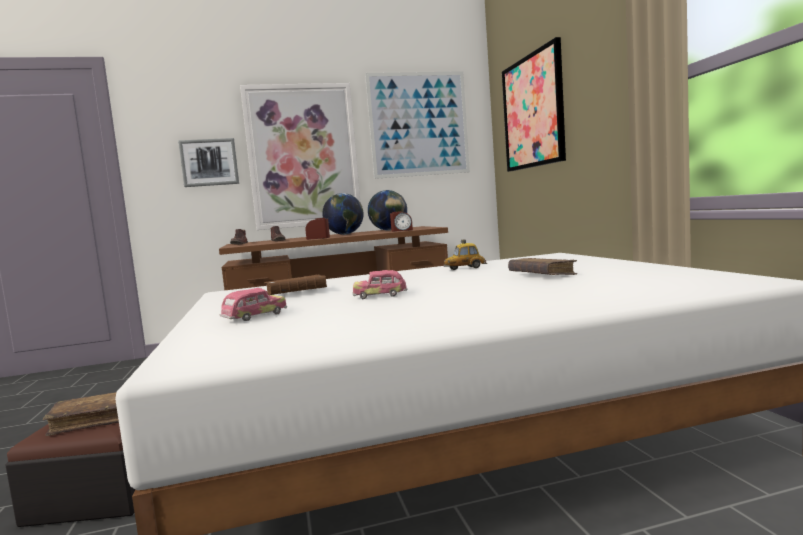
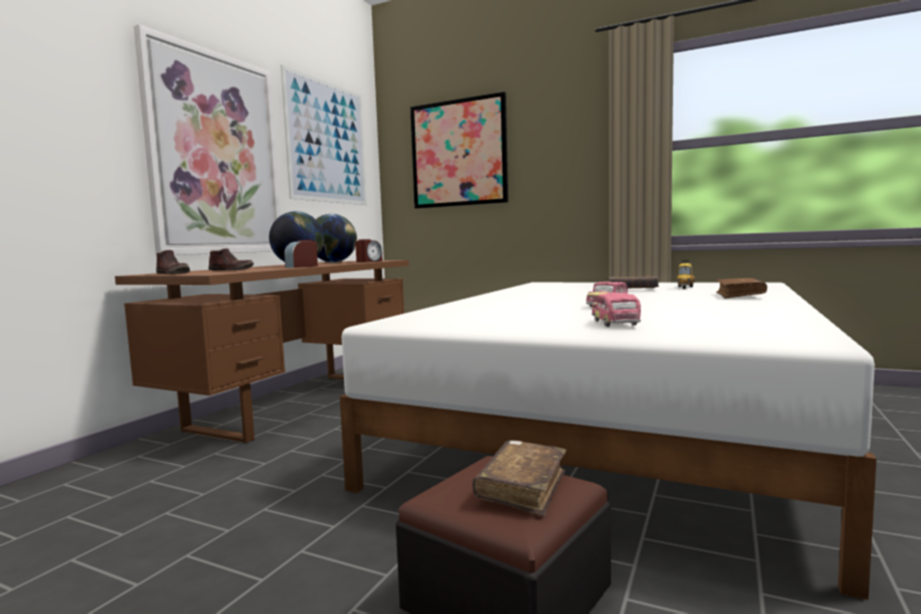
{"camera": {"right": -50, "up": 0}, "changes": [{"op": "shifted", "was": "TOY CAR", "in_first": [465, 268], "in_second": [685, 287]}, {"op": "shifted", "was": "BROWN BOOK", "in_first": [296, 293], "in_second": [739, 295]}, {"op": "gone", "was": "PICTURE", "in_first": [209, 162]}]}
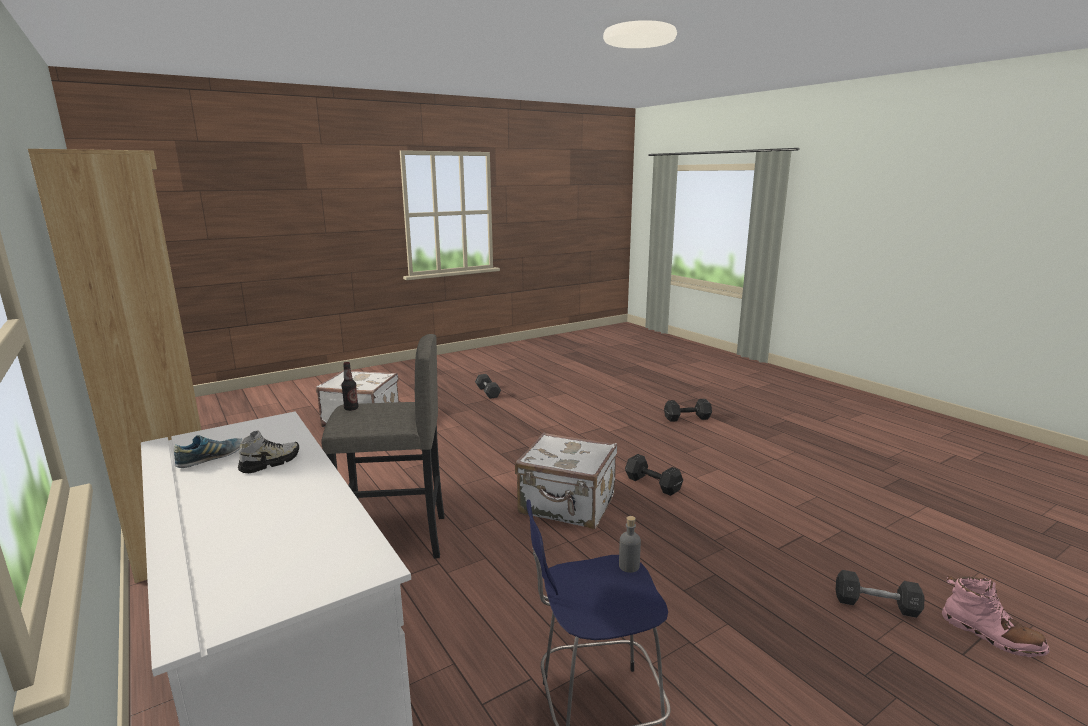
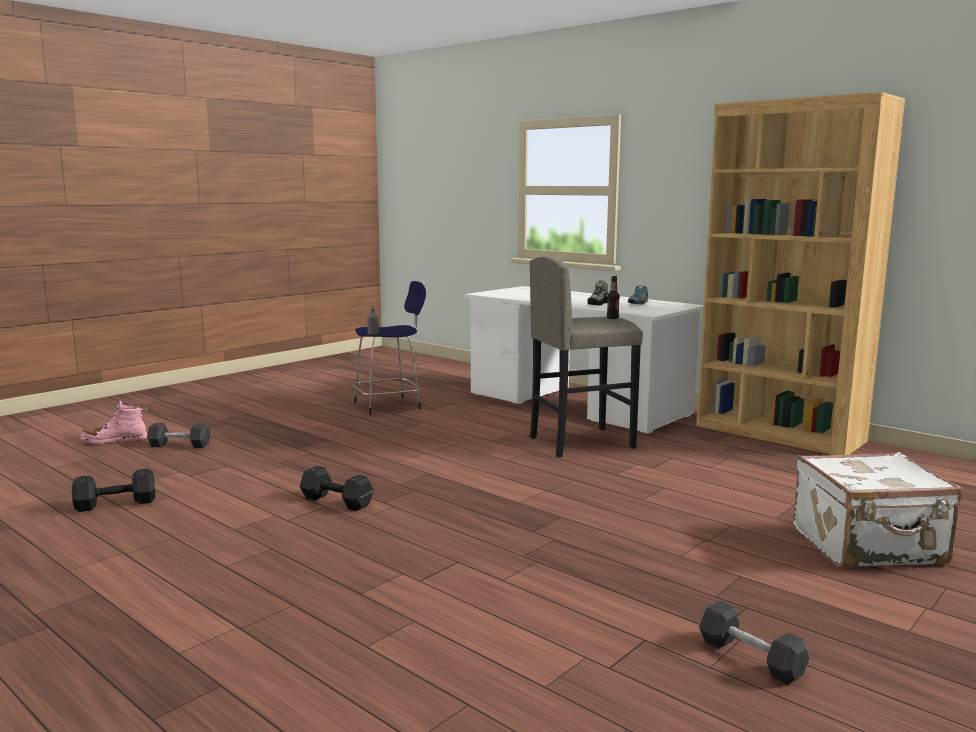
{"camera": {"right": 165, "up": -5}, "changes": [{"op": "shifted", "was": "BLACK DUMBBELL", "in_first": [688, 418], "in_second": [114, 504]}, {"op": "rotated", "was": "PINK BOOT", "in_first": [990, 635], "in_second": [115, 440], "clockwise": -45}, {"op": "gone", "was": "WHITE SUITCASE", "in_first": [567, 506]}]}
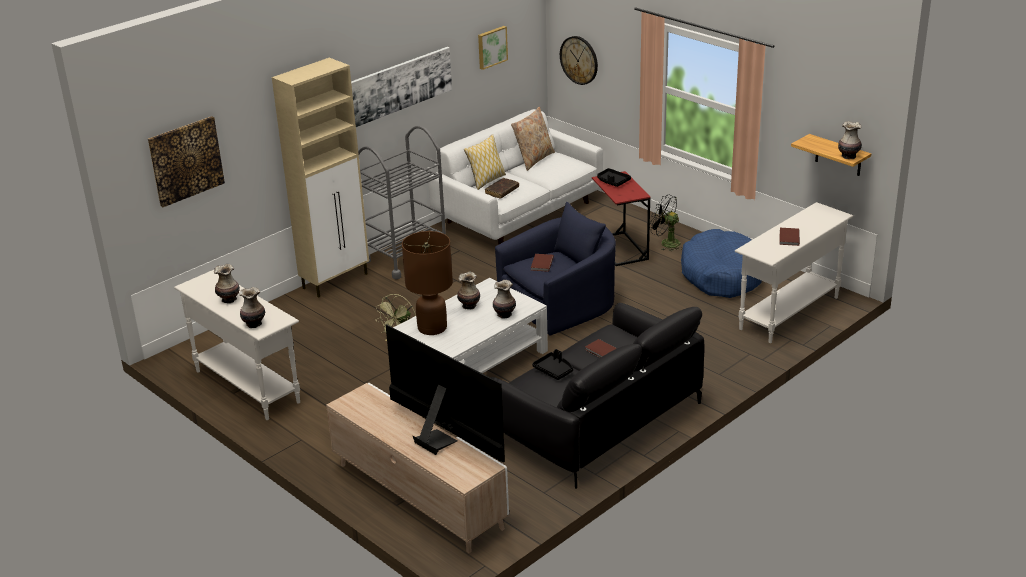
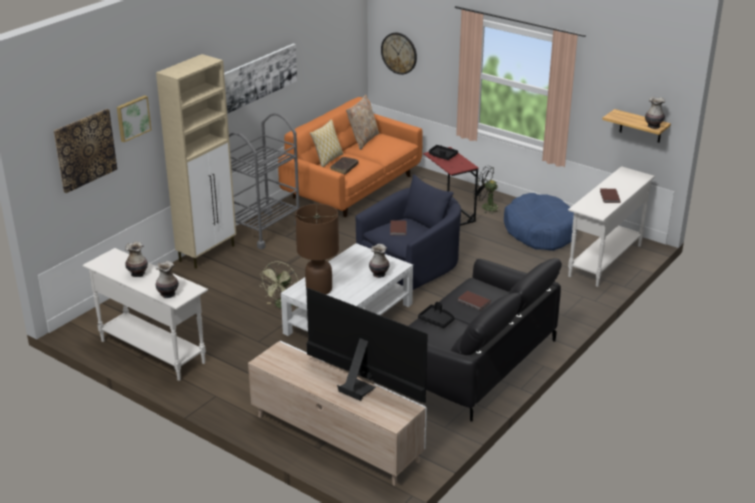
{"camera": {"right": -10, "up": 0}, "changes": [{"op": "shifted", "was": "PICTURE", "in_first": [491, 47], "in_second": [132, 118]}, {"op": "repainted", "was": "WHITE SOFA", "now": "ORANGE SOFA", "in_first": [519, 213], "in_second": [353, 187]}, {"op": "gone", "was": "VASE", "in_first": [469, 306]}]}
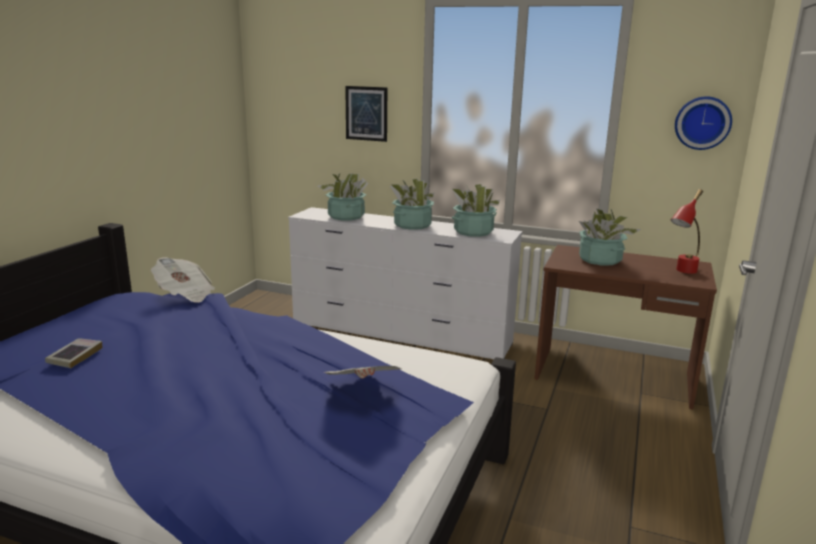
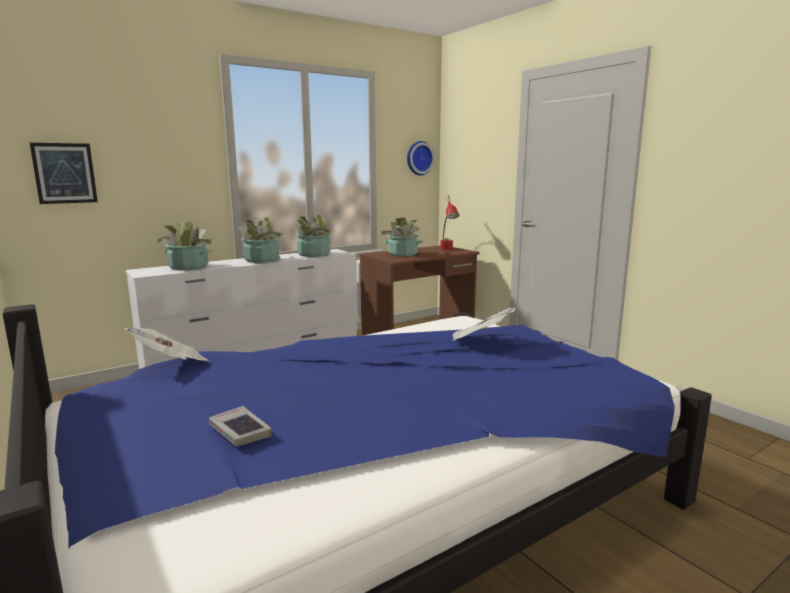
{"camera": {"right": -55, "up": -5}, "changes": [{"op": "shifted", "was": "PICTURE", "in_first": [366, 113], "in_second": [64, 173]}]}
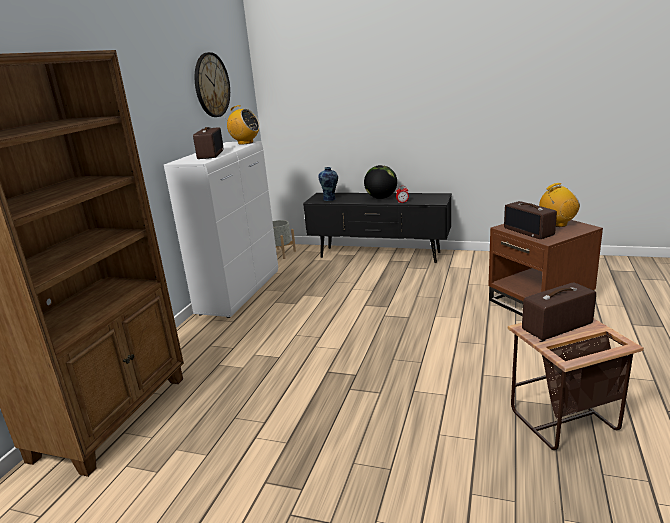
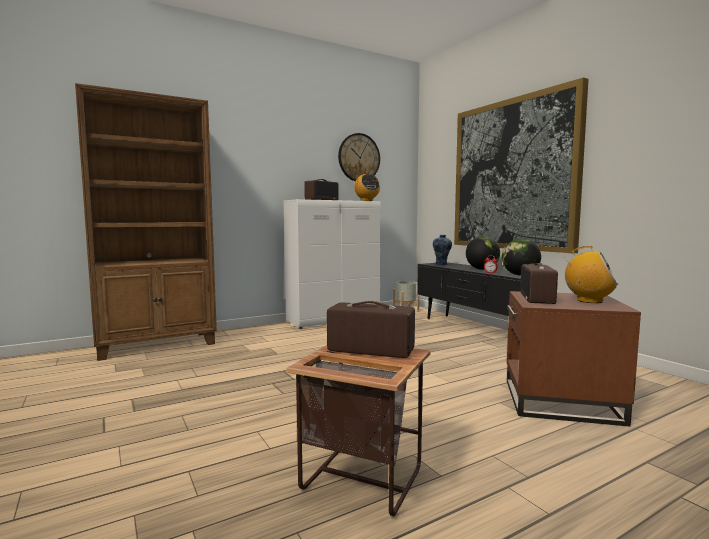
{"camera": {"right": 40, "up": -15}, "changes": [{"op": "new", "now": "PICTURE", "in_second": [513, 175]}, {"op": "new", "now": "GLOBE", "in_second": [520, 275]}]}
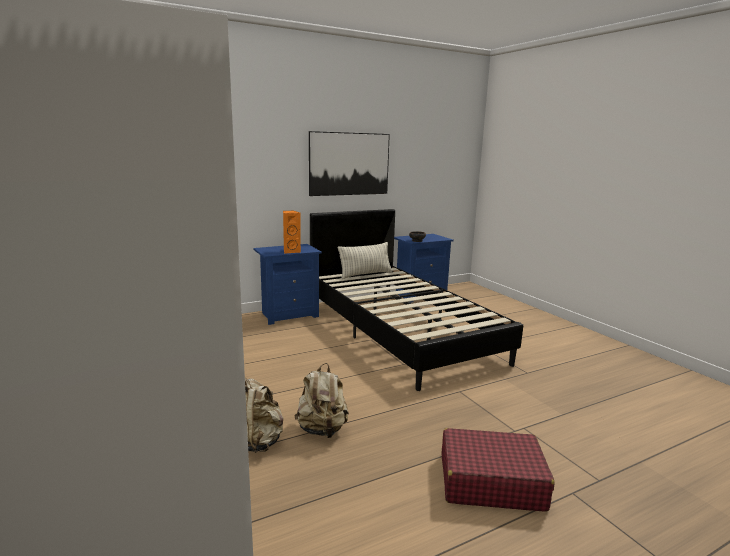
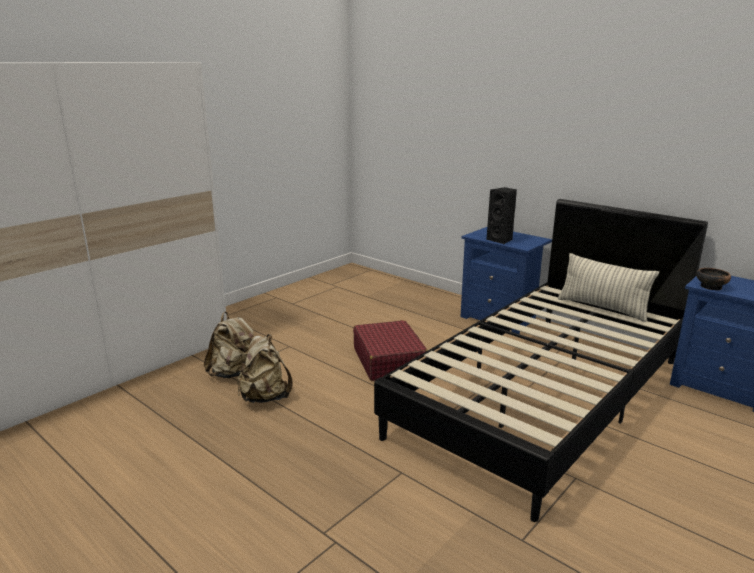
{"camera": {"right": 70, "up": 5}, "changes": [{"op": "shifted", "was": "RED SUITCASE", "in_first": [490, 481], "in_second": [389, 361]}, {"op": "repainted", "was": "ORANGE SPEAKER", "now": "BLACK SPEAKER", "in_first": [291, 251], "in_second": [500, 240]}, {"op": "gone", "was": "PICTURE", "in_first": [349, 164]}]}
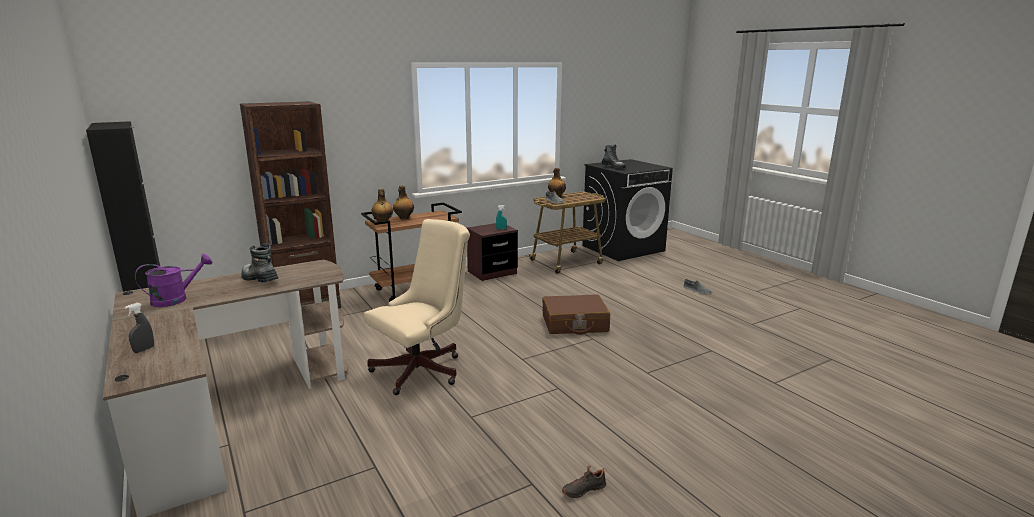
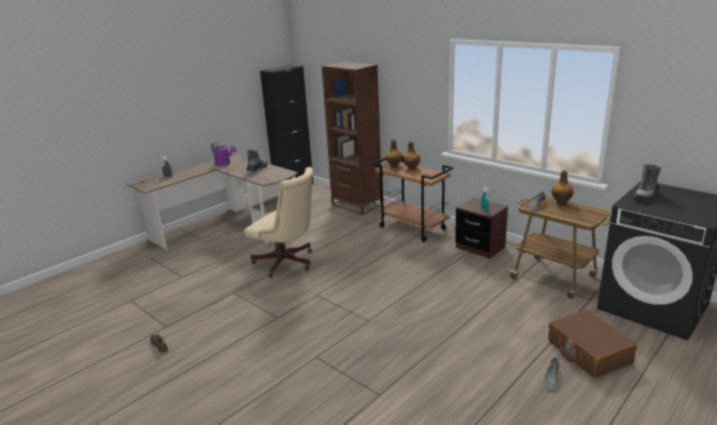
{"camera": {"right": 75, "up": 5}, "changes": [{"op": "shifted", "was": "BROWN SUITCASE", "in_first": [574, 324], "in_second": [588, 352]}]}
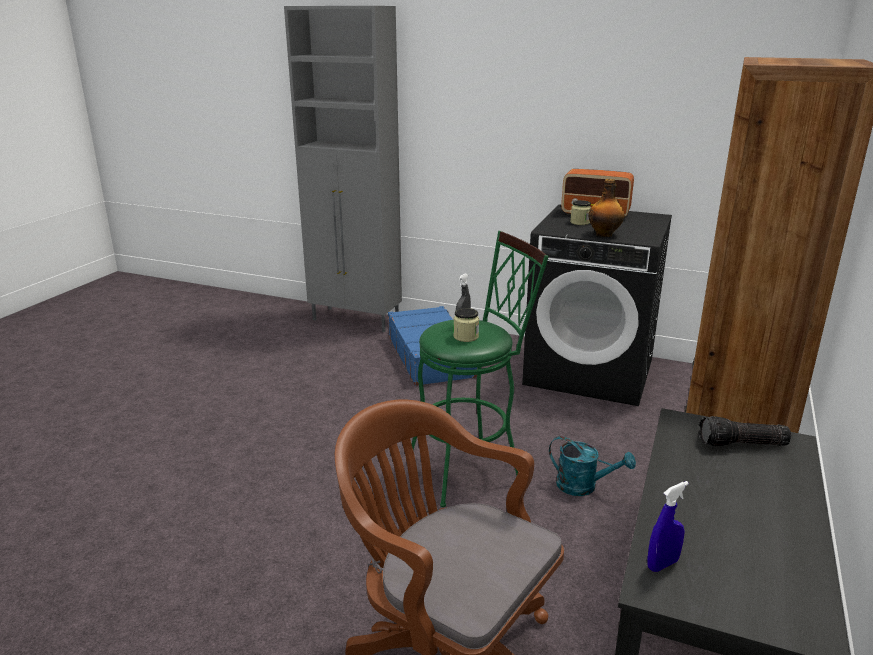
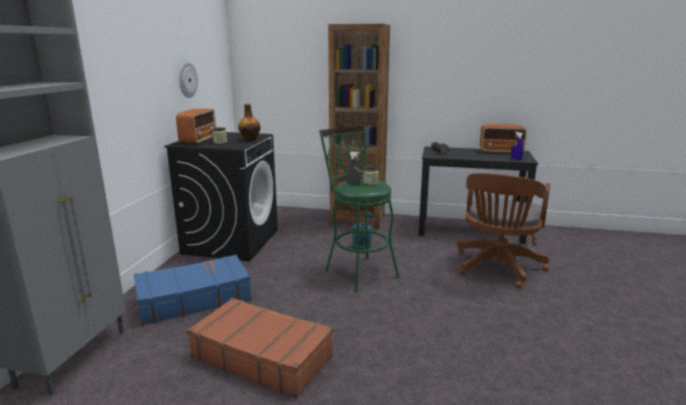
{"camera": {"right": -100, "up": -5}, "changes": [{"op": "new", "now": "WALL CLOCK", "in_second": [187, 80]}, {"op": "new", "now": "BROWN SUITCASE", "in_second": [262, 356]}, {"op": "new", "now": "RADIO", "in_second": [501, 151]}]}
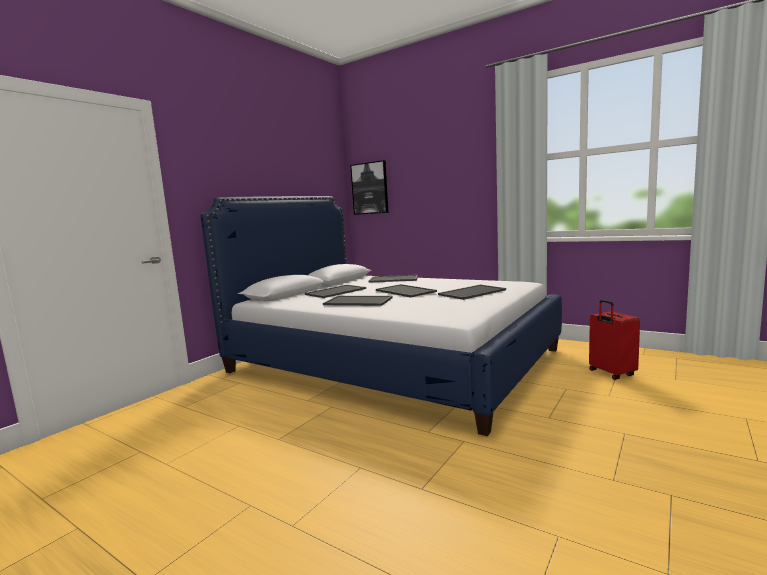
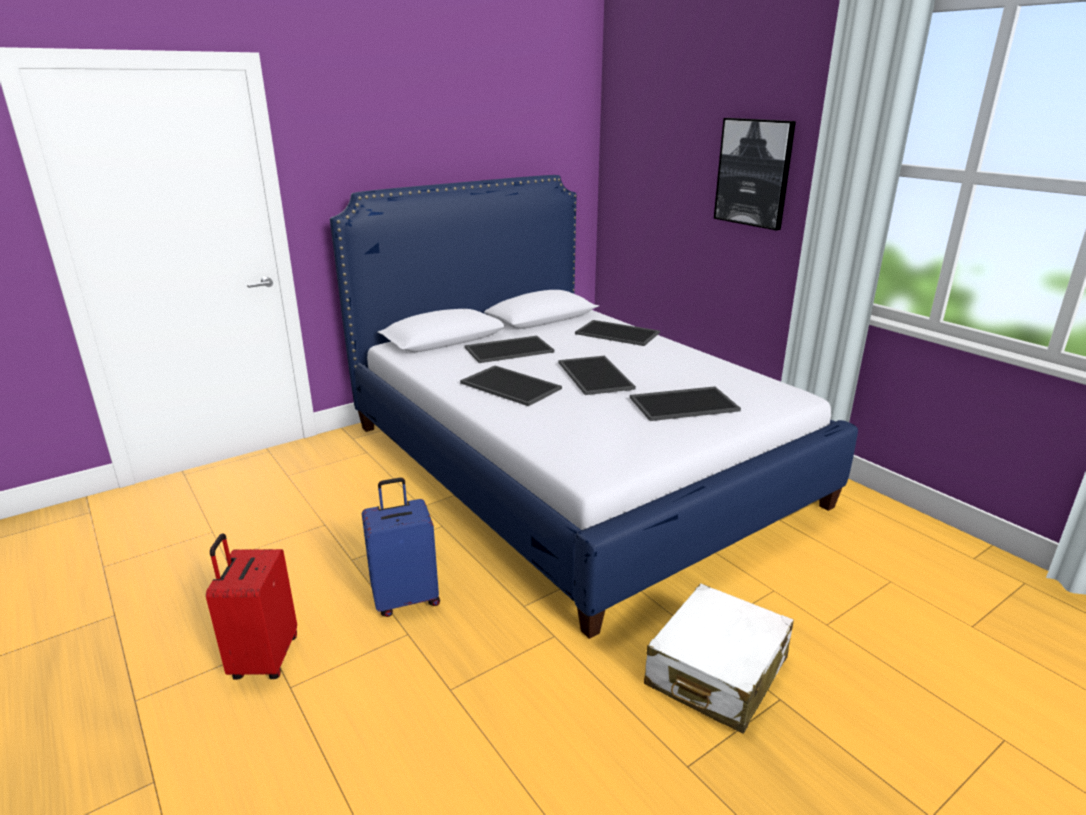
{"camera": {"right": 20, "up": 15}, "changes": [{"op": "shifted", "was": "RED SUITCASE", "in_first": [611, 373], "in_second": [263, 659]}, {"op": "new", "now": "BLUE SUITCASE", "in_second": [406, 598]}, {"op": "new", "now": "WHITE SUITCASE", "in_second": [716, 672]}, {"op": "shifted", "was": "PICTURE", "in_first": [370, 188], "in_second": [754, 173]}]}
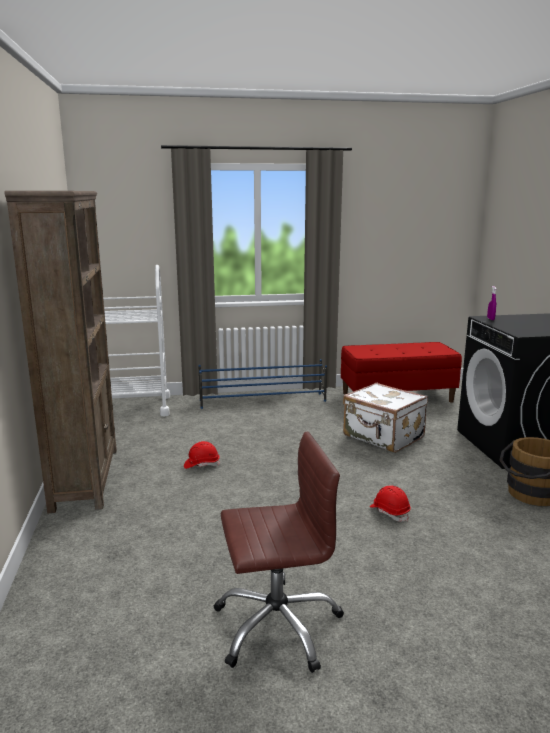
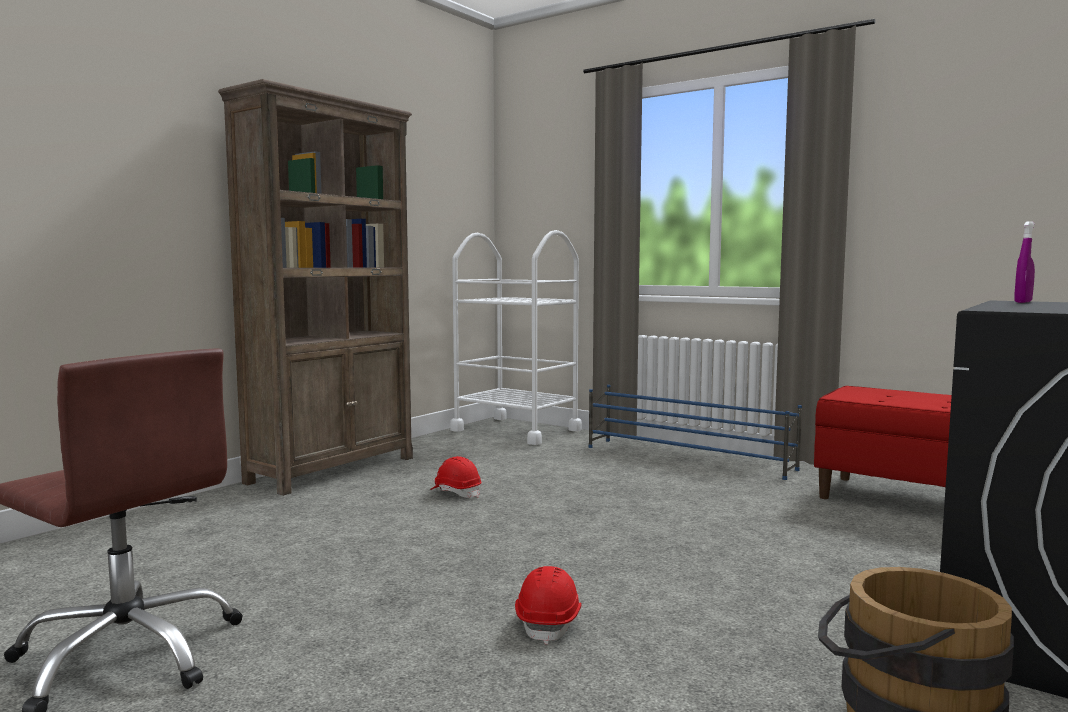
{"camera": {"right": 45, "up": -10}, "changes": [{"op": "gone", "was": "WHITE SUITCASE", "in_first": [383, 437]}]}
